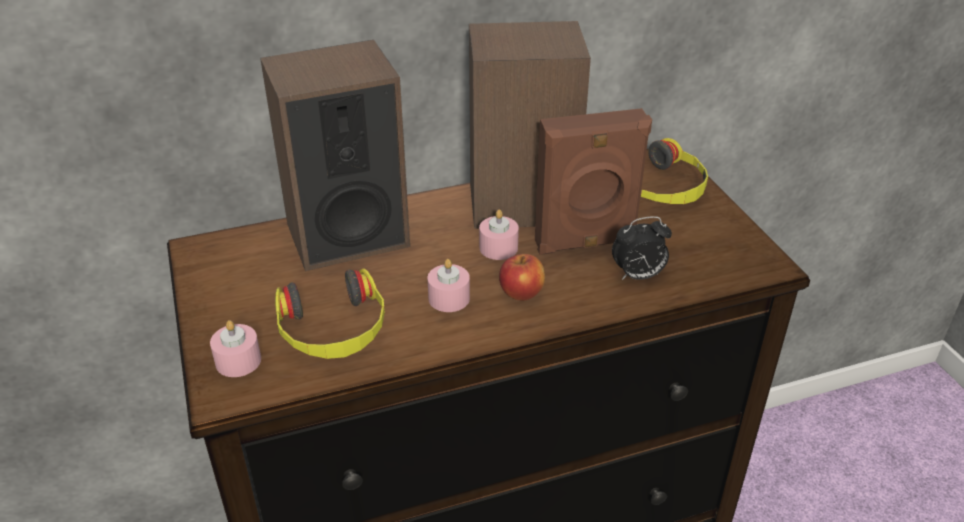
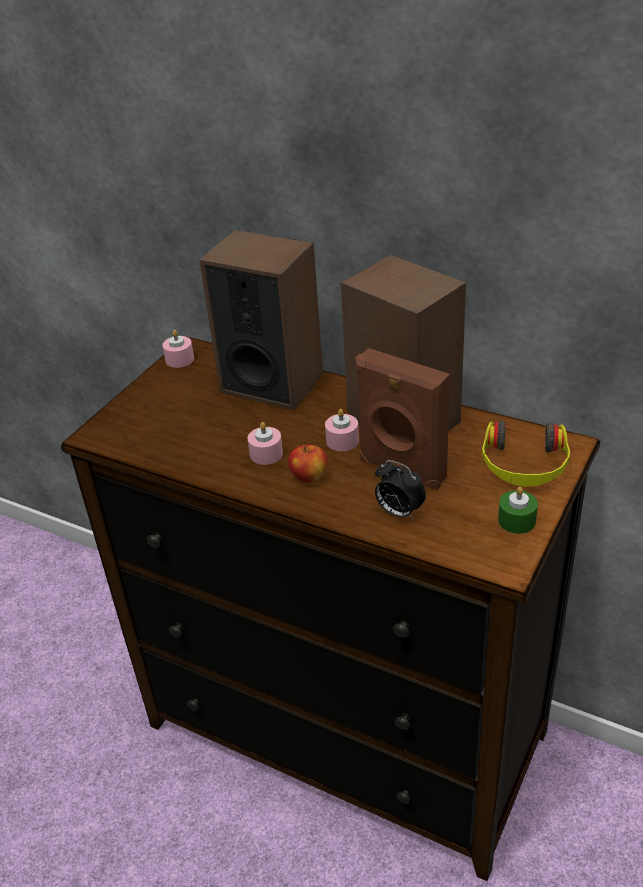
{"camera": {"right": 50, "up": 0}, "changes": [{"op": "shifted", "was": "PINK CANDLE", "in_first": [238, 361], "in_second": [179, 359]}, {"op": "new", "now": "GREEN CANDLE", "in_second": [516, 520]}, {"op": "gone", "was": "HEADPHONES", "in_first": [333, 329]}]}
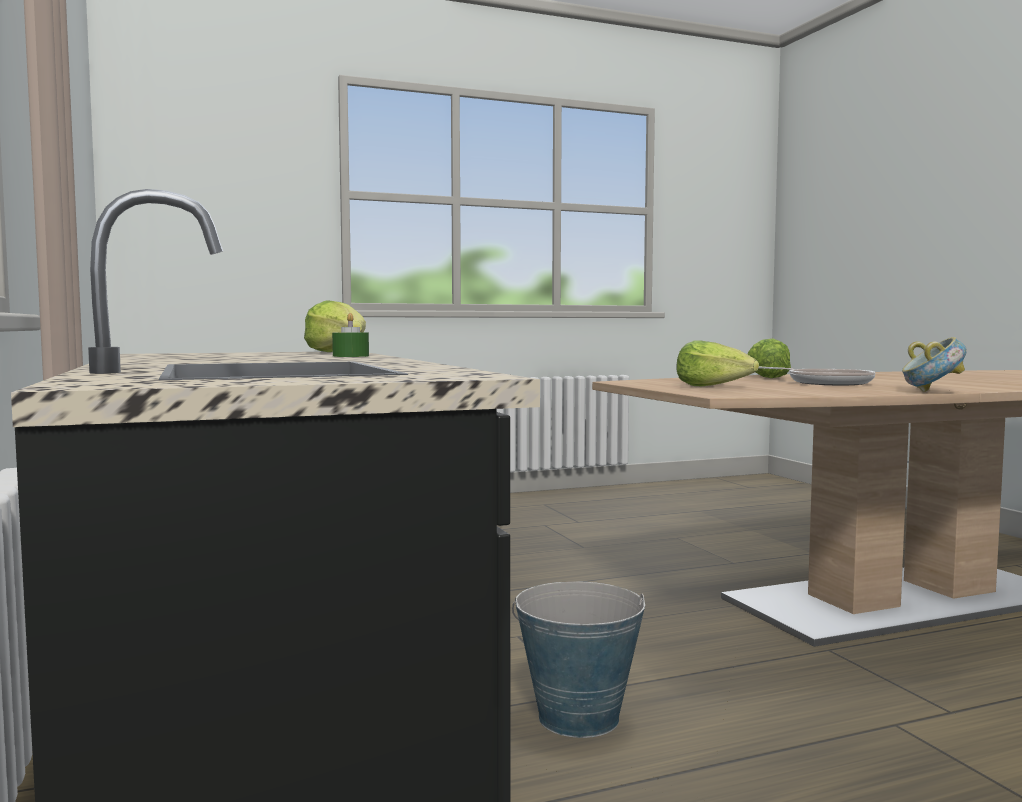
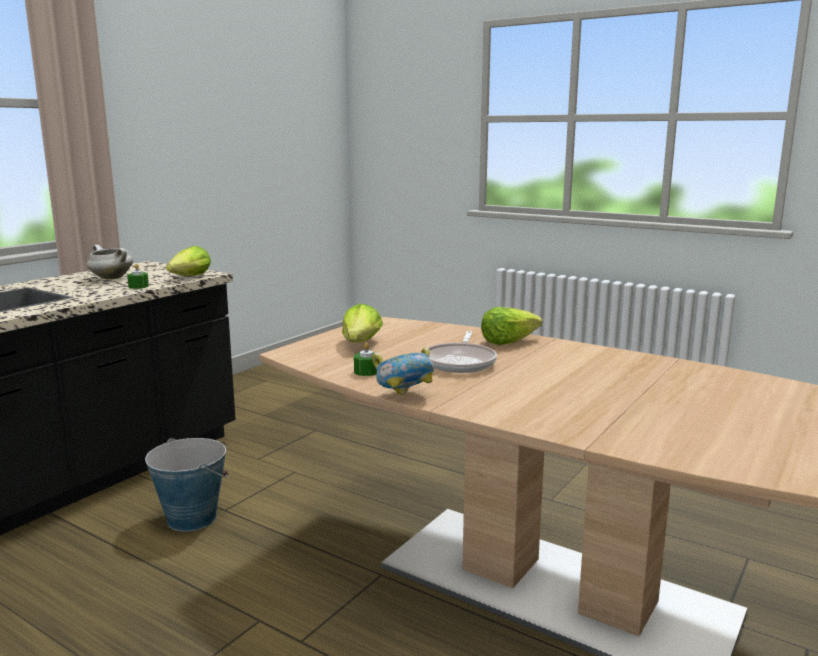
{"camera": {"right": 55, "up": 10}, "changes": [{"op": "new", "now": "WHITE COOKING POT", "in_second": [110, 278]}, {"op": "new", "now": "GREEN CANDLE", "in_second": [366, 371]}]}
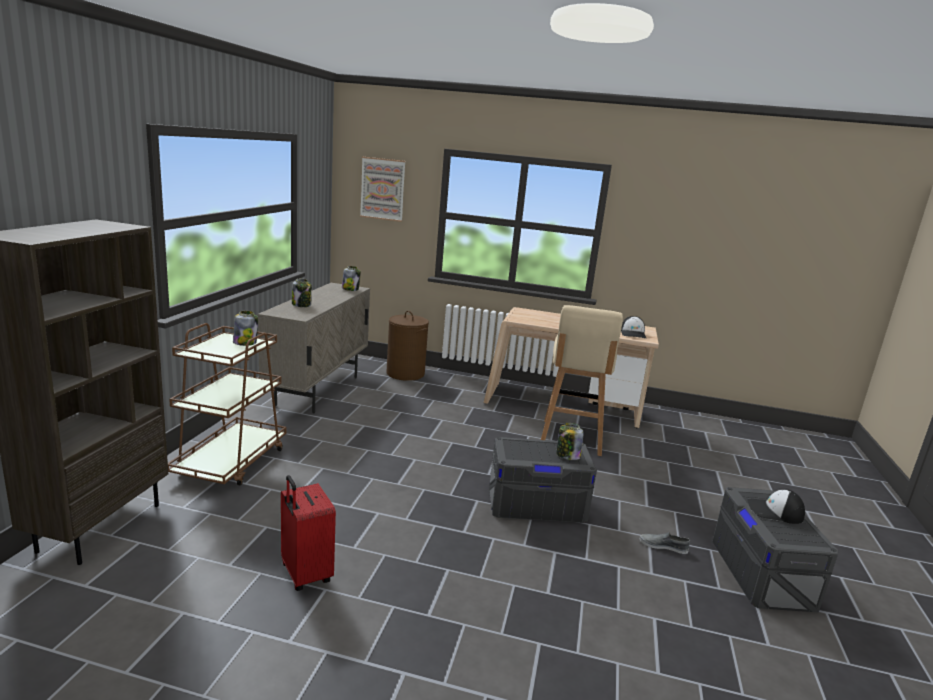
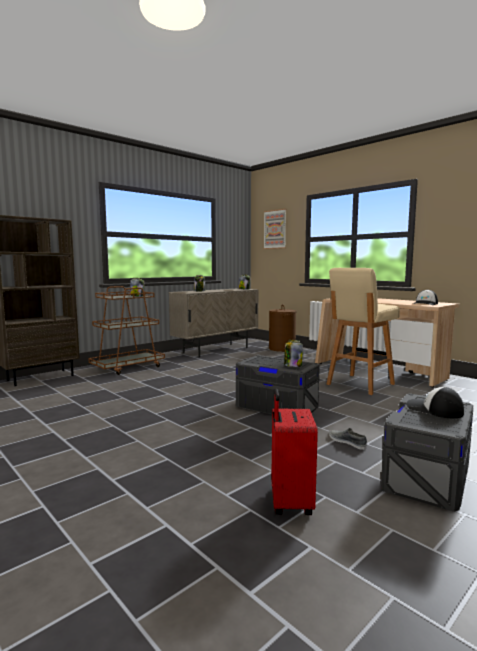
{"camera": {"right": 35, "up": -10}, "changes": [{"op": "shifted", "was": "RED SUITCASE", "in_first": [304, 574], "in_second": [289, 503]}]}
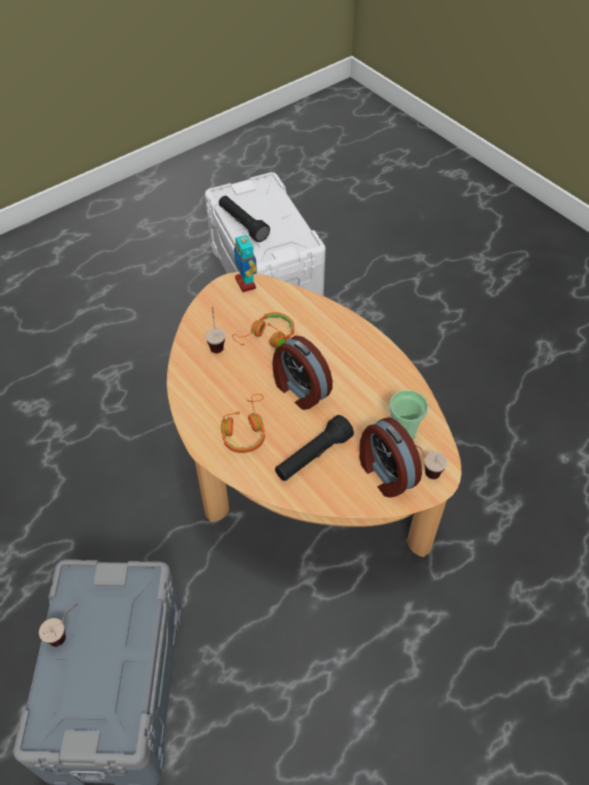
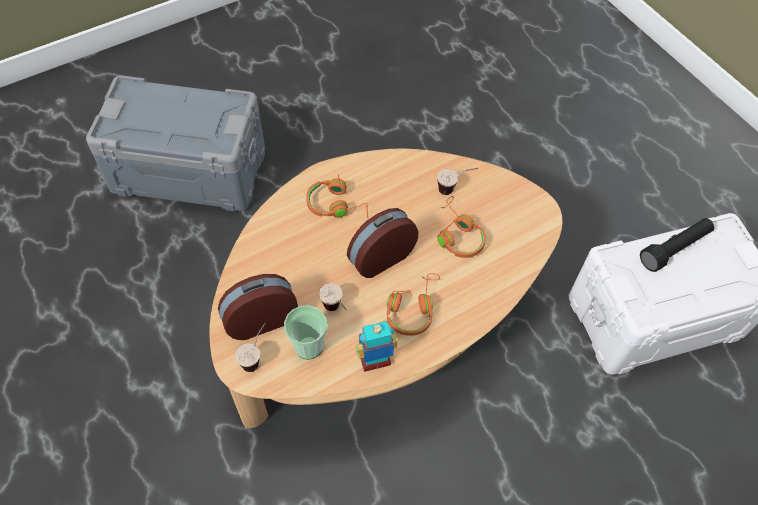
{"camera": {"right": 95, "up": 5}, "changes": [{"op": "shifted", "was": "CUP", "in_first": [66, 632], "in_second": [336, 311]}, {"op": "shifted", "was": "TOY ROBOT", "in_first": [246, 283], "in_second": [375, 361]}, {"op": "new", "now": "ORANGE HEADPHONES", "in_second": [412, 309]}, {"op": "gone", "was": "BLACK FLASHLIGHT", "in_first": [313, 456]}]}
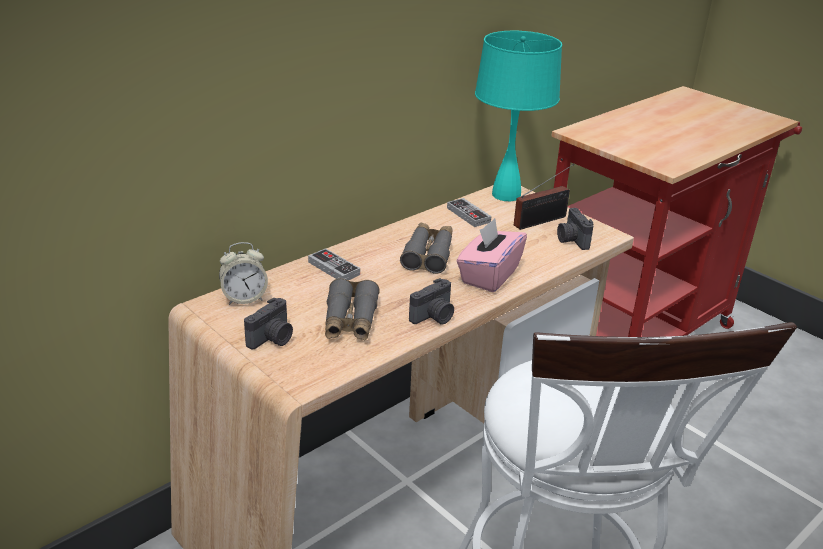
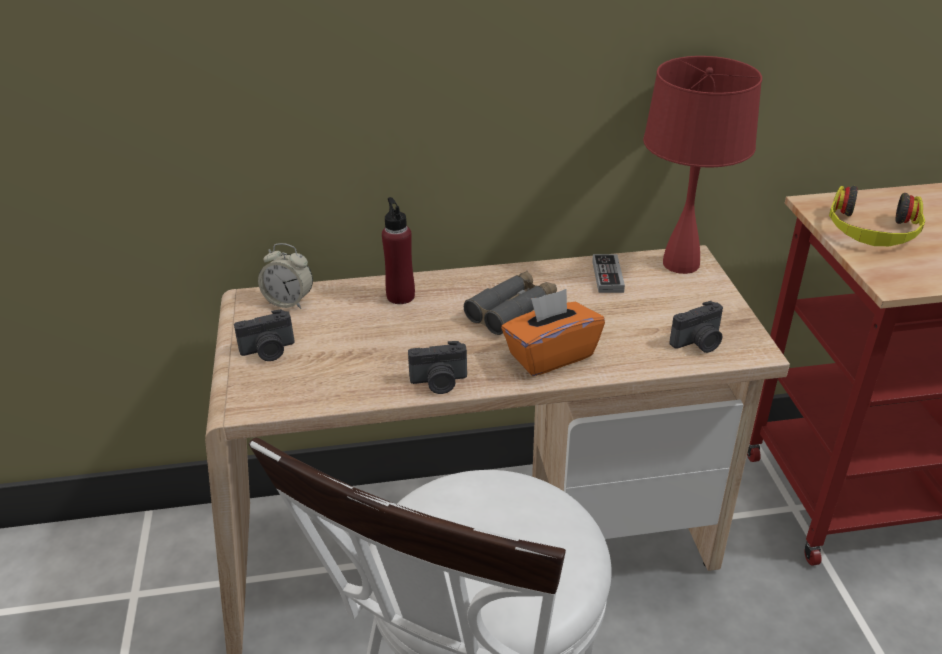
{"camera": {"right": 35, "up": 5}, "changes": [{"op": "swapped", "was": "GAME CONTROLLER", "now": "RED BOTTLE", "in_first": [334, 268], "in_second": [400, 296]}, {"op": "repainted", "was": "PINK TISSUE BOX", "now": "ORANGE TISSUE BOX", "in_first": [489, 275], "in_second": [550, 355]}, {"op": "repainted", "was": "TURQUOISE TABLE LAMP", "now": "RED TABLE LAMP", "in_first": [506, 194], "in_second": [681, 263]}, {"op": "rotated", "was": "PHOTO CAMERA", "in_first": [571, 240], "in_second": [698, 343], "clockwise": -135}, {"op": "new", "now": "HEADPHONES", "in_second": [872, 231]}, {"op": "gone", "was": "GREY BINOCULARS", "in_first": [350, 321]}, {"op": "gone", "was": "RADIO", "in_first": [543, 220]}]}
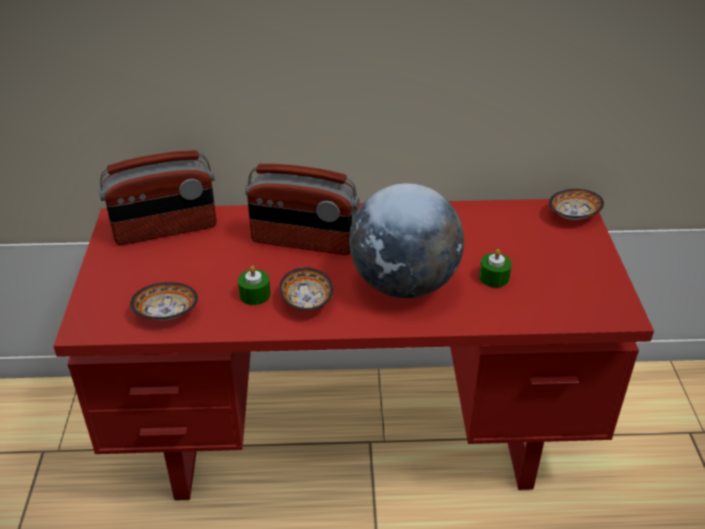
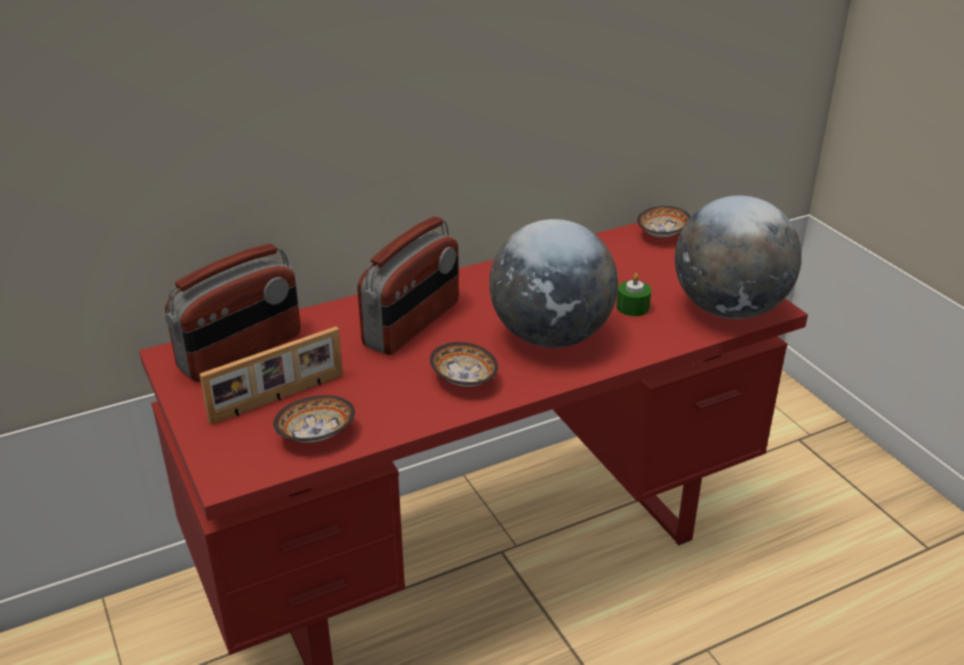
{"camera": {"right": -25, "up": -5}, "changes": [{"op": "new", "now": "PICTURE FRAME", "in_second": [278, 399]}, {"op": "rotated", "was": "RADIO", "in_first": [303, 242], "in_second": [413, 324], "clockwise": -45}, {"op": "new", "now": "GLOBE", "in_second": [729, 309]}, {"op": "gone", "was": "GREEN CANDLE", "in_first": [255, 294]}]}
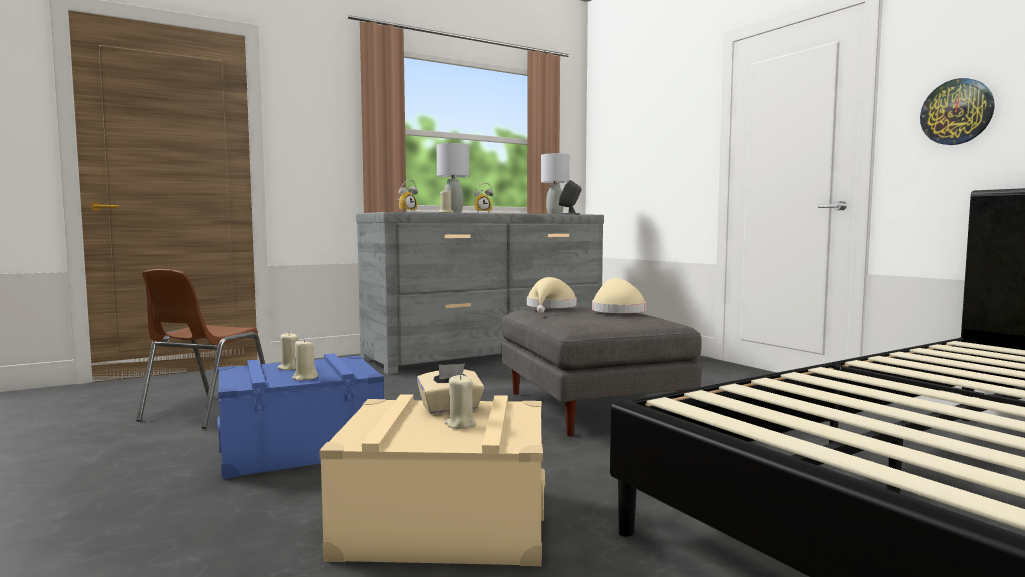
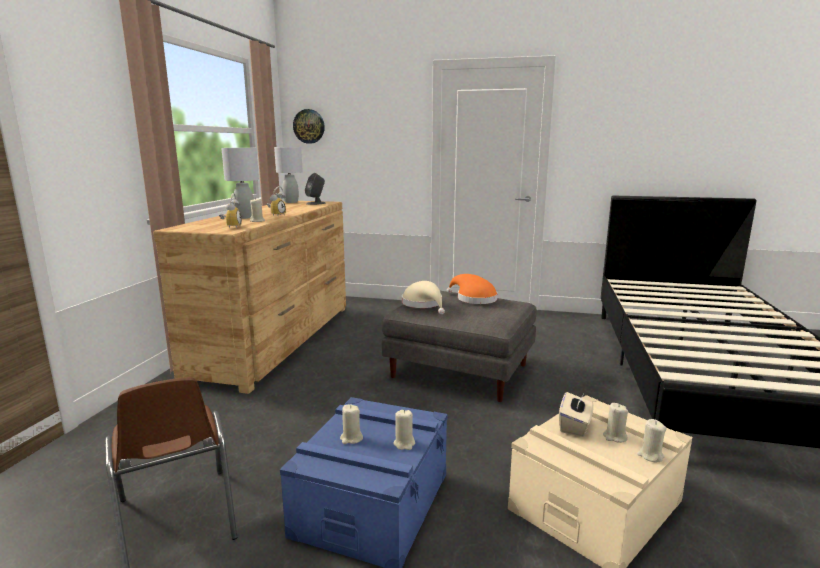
{"camera": {"right": -45, "up": 10}, "changes": [{"op": "repainted", "was": "GREY DRESSER", "now": "BROWN DRESSER", "in_first": [488, 353], "in_second": [277, 339]}, {"op": "shifted", "was": "WALL CLOCK", "in_first": [956, 112], "in_second": [309, 126]}, {"op": "repainted", "was": "BEIGE HAT", "now": "ORANGE HAT", "in_first": [617, 311], "in_second": [473, 299]}, {"op": "new", "now": "BEIGE CANDLE", "in_second": [650, 455]}]}
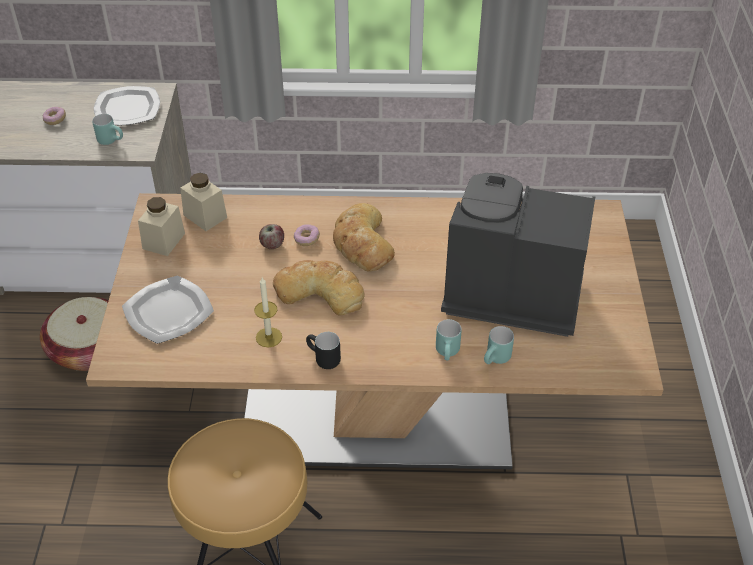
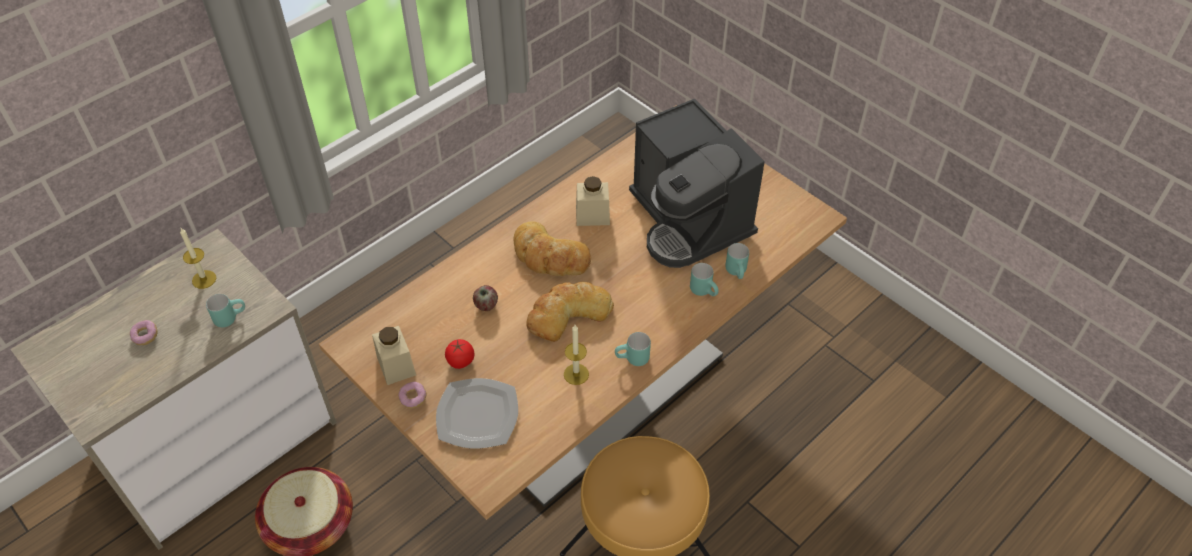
{"camera": {"right": -45, "up": 5}, "changes": [{"op": "swapped", "was": "PLATE", "now": "CANDLE", "in_first": [128, 108], "in_second": [204, 279]}, {"op": "shifted", "was": "DONUT", "in_first": [307, 239], "in_second": [413, 398]}, {"op": "new", "now": "TOMATO", "in_second": [460, 361]}, {"op": "shifted", "was": "BEIGE JAR", "in_first": [205, 216], "in_second": [592, 215]}, {"op": "repainted", "was": "BLACK MUG", "now": "TURQUOISE MUG", "in_first": [322, 359], "in_second": [632, 360]}, {"op": "rotated", "was": "COFFEE MACHINE", "in_first": [508, 293], "in_second": [689, 221], "clockwise": -90}]}
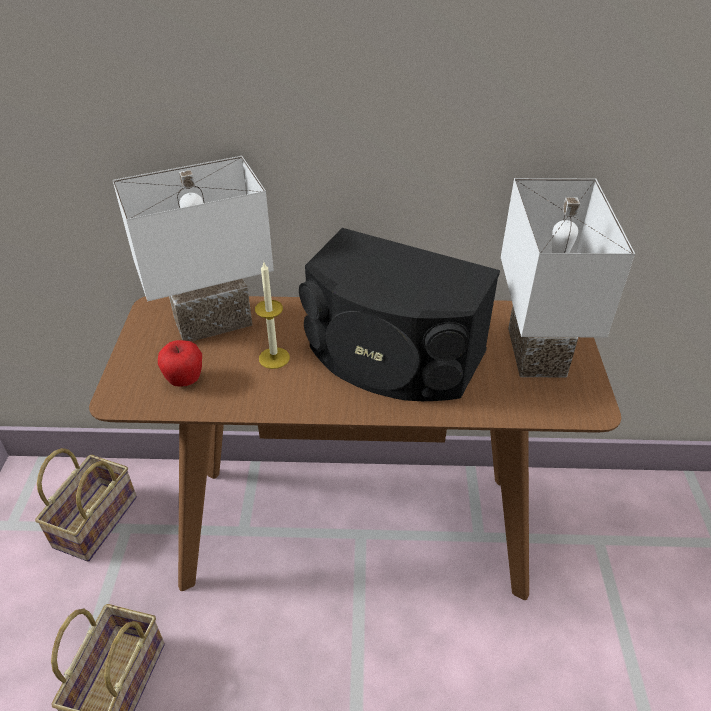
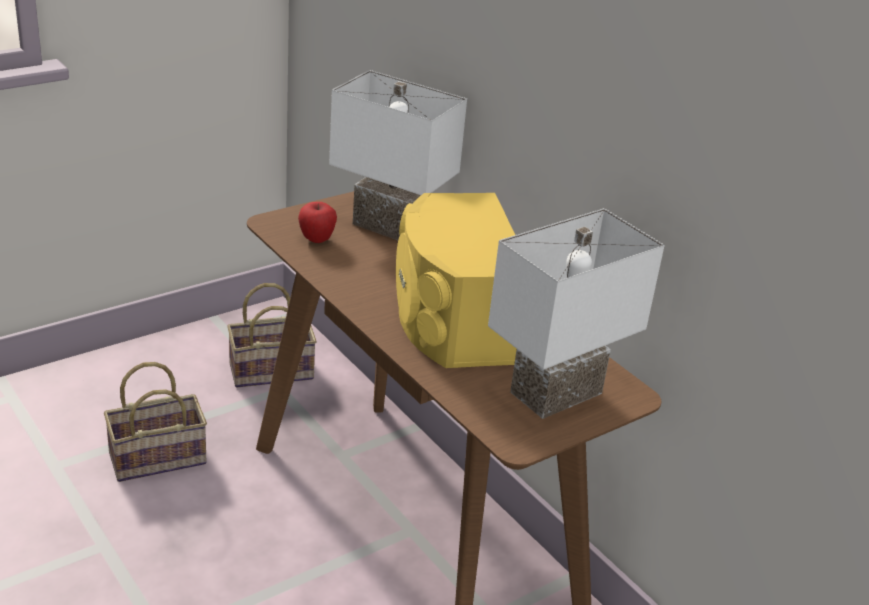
{"camera": {"right": 50, "up": -10}, "changes": [{"op": "repainted", "was": "BLACK SPEAKER", "now": "YELLOW SPEAKER", "in_first": [392, 357], "in_second": [452, 319]}, {"op": "gone", "was": "CANDLE", "in_first": [274, 358]}]}
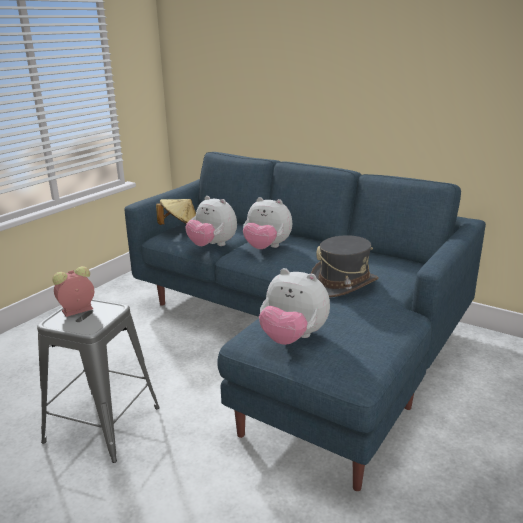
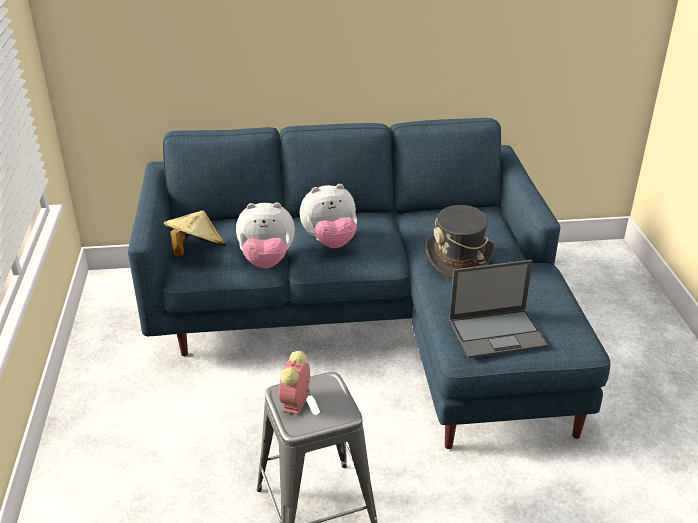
{"camera": {"right": -40, "up": 10}, "changes": [{"op": "swapped", "was": "PLUSH TOY", "now": "LAPTOP", "in_first": [293, 338], "in_second": [498, 333]}]}
